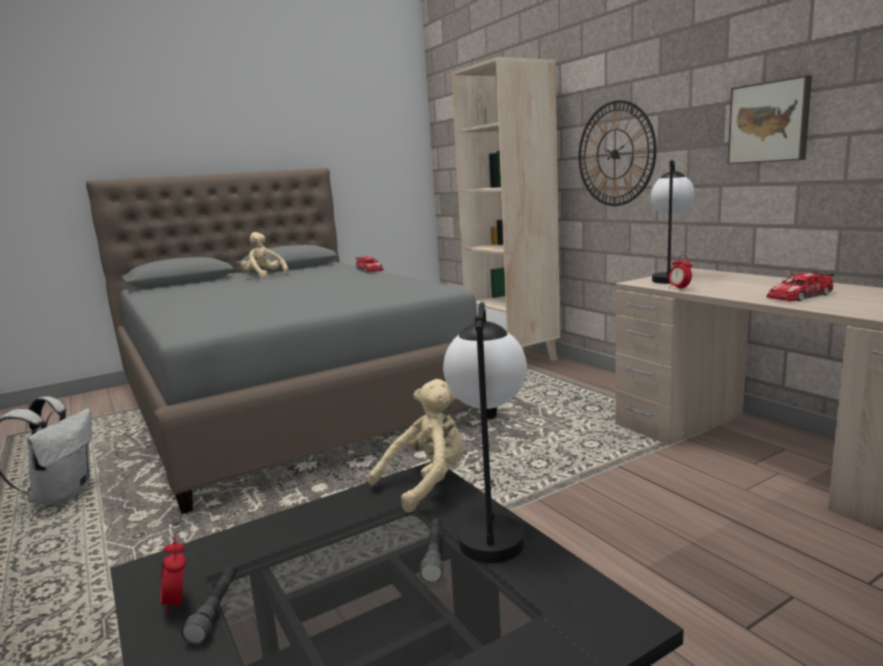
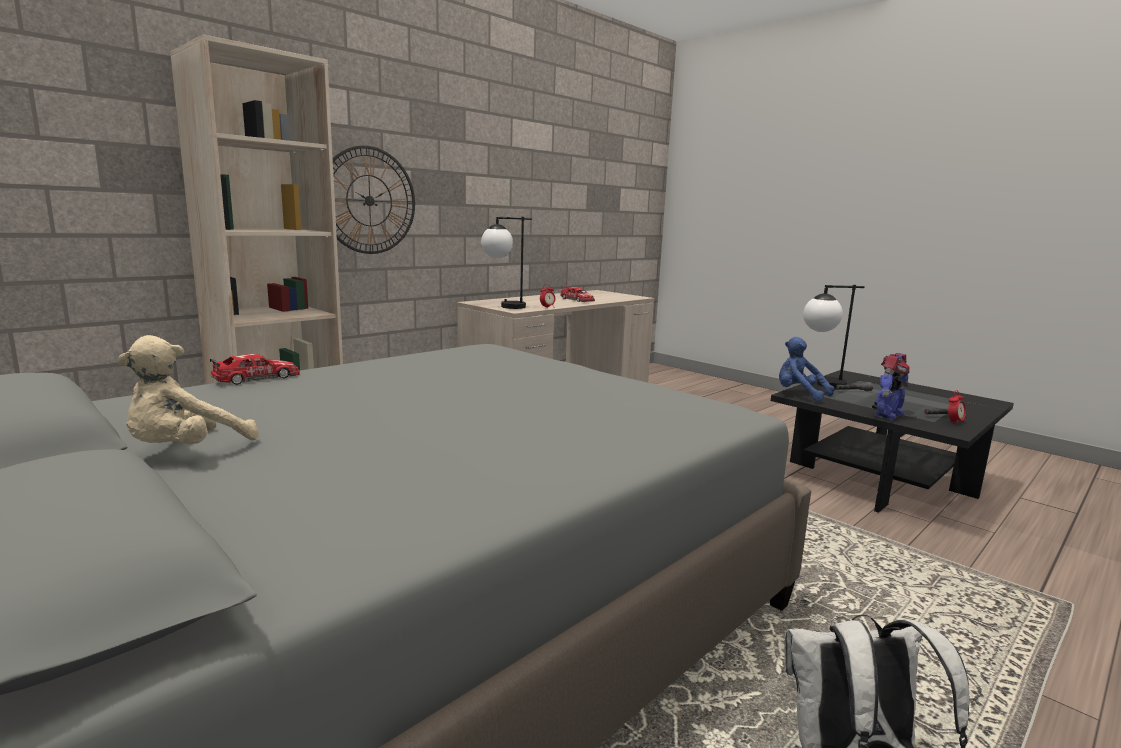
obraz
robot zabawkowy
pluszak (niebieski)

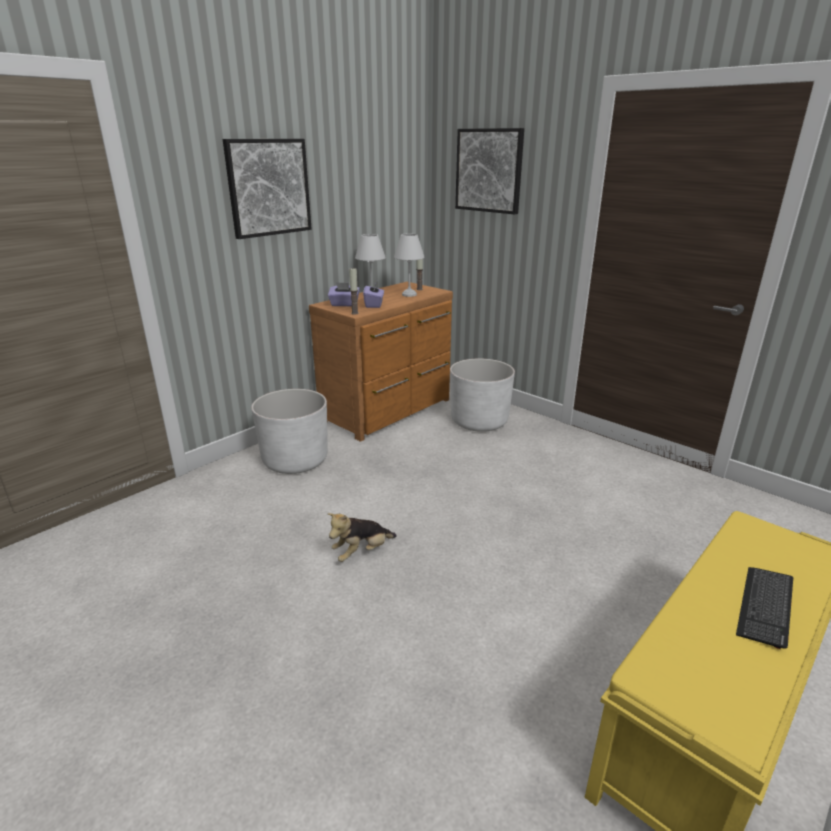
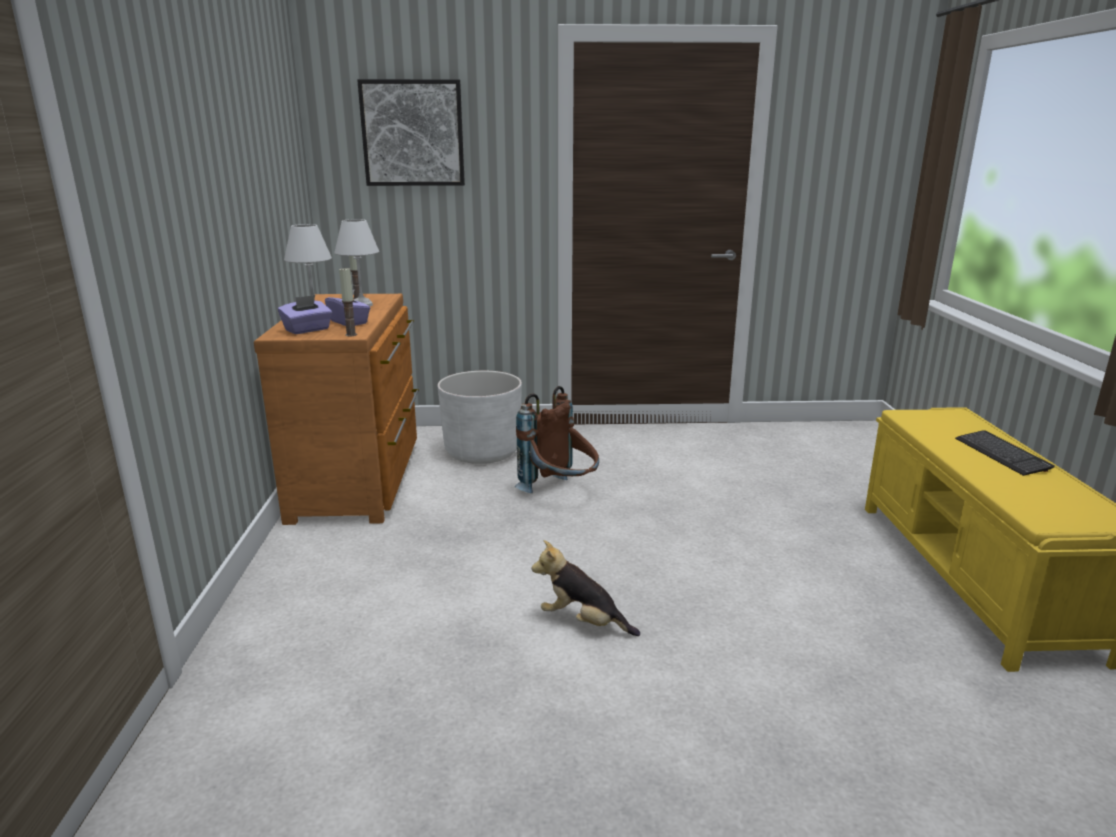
obraz (1st from left in the first image)
donica (biały) (1st from left in the first image)
plecak (brązowy)
pluszak

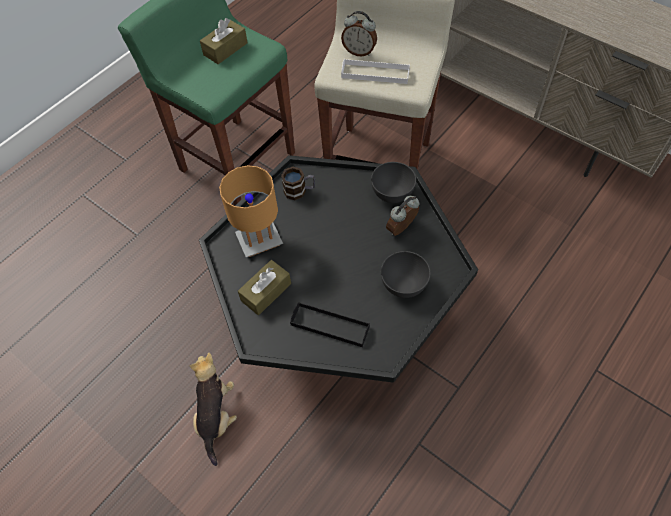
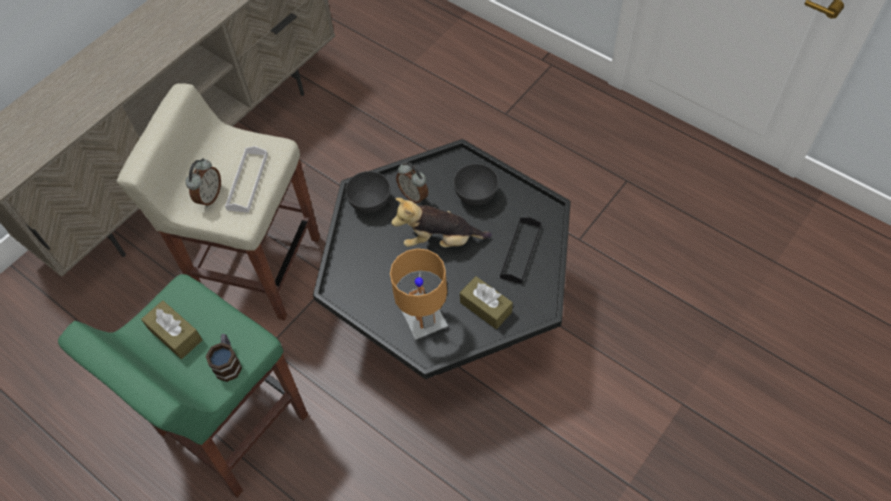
pluszak
kubek

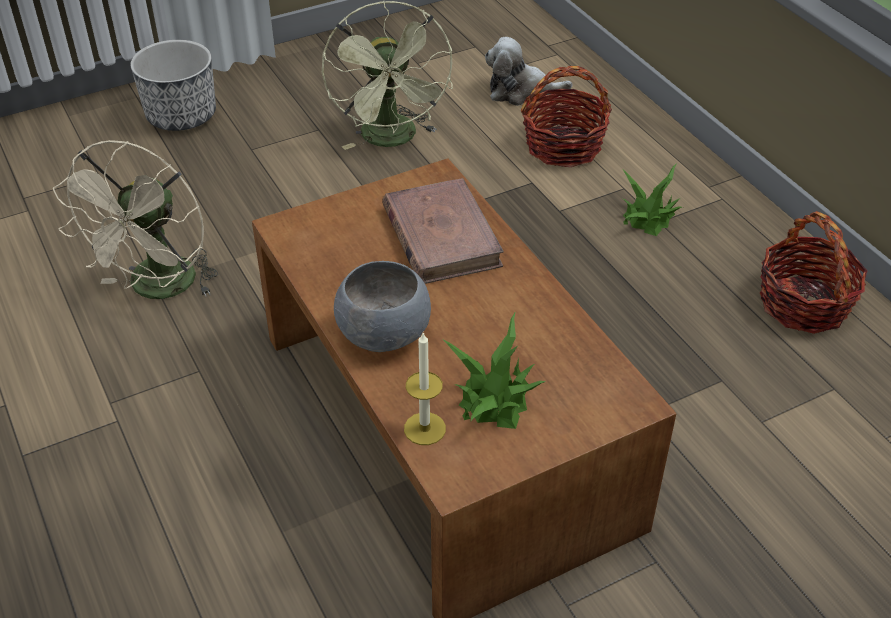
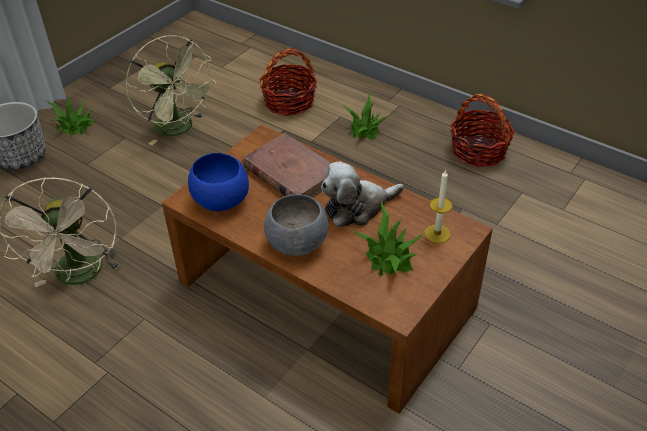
roślina doniczkowa (1st from left)
miska (niebieski)
świeca
pluszak

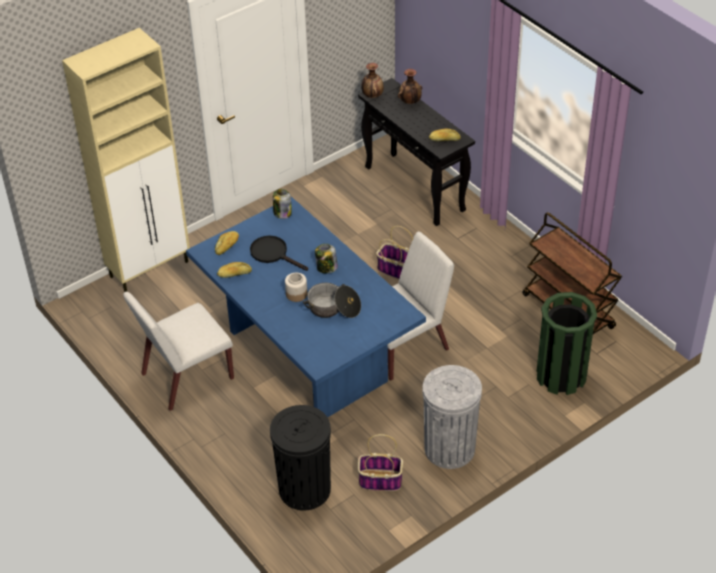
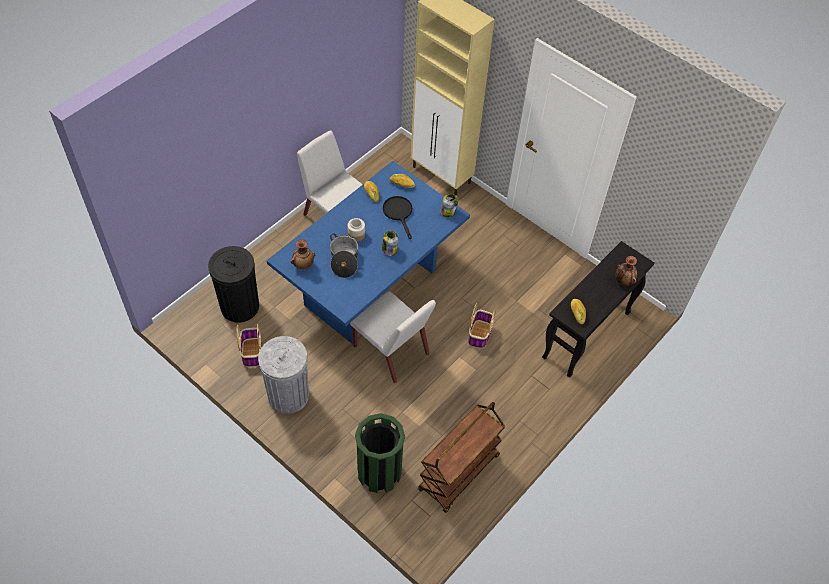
wazon (1st from left)
patelnia (czarny)

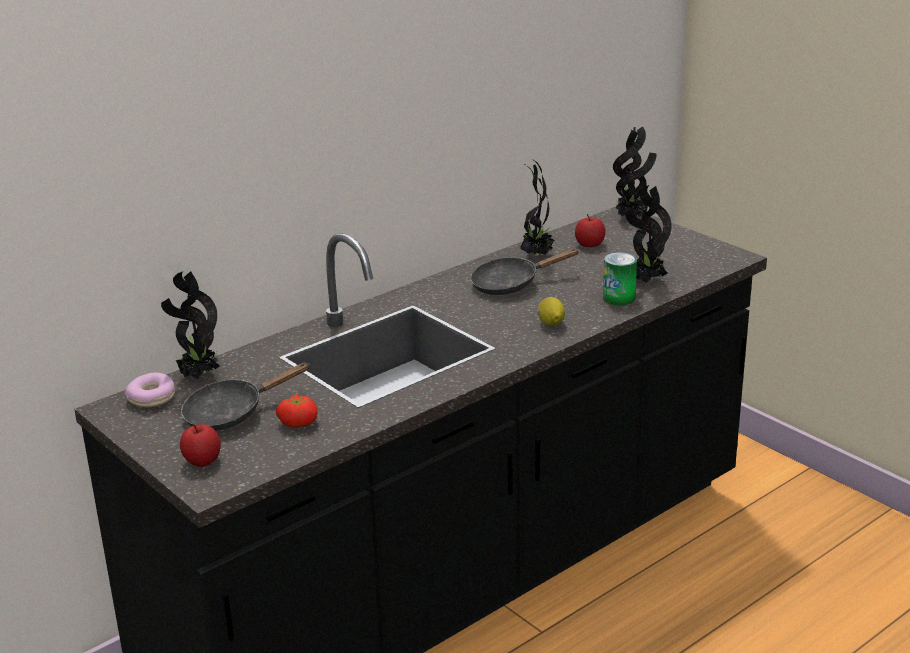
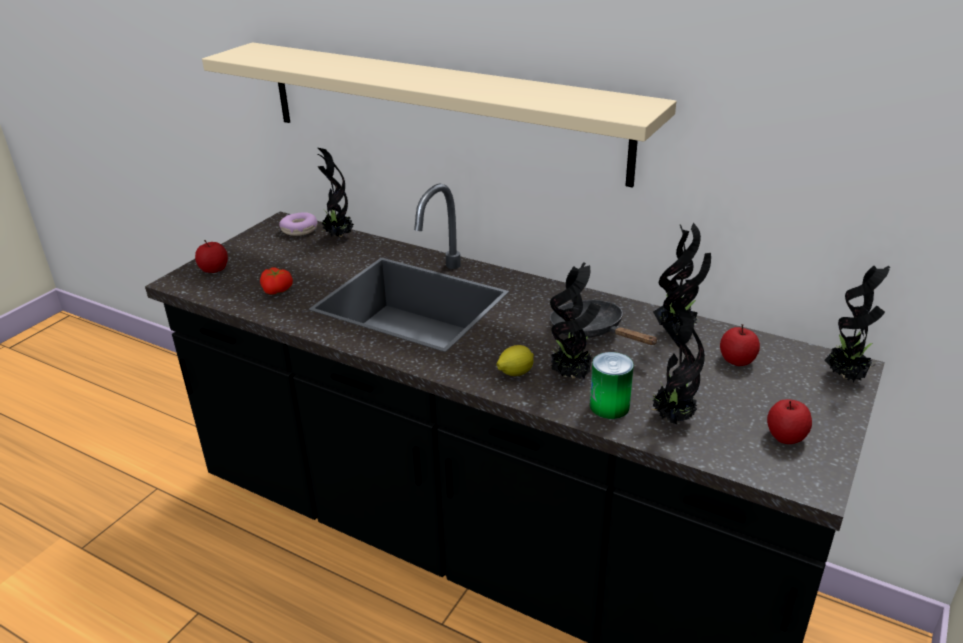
patelnia (czarny) (1st from left in the first image)
półka (beżowy)
roślina doniczkowa (2nd from left)
jabłko (3rd from left)

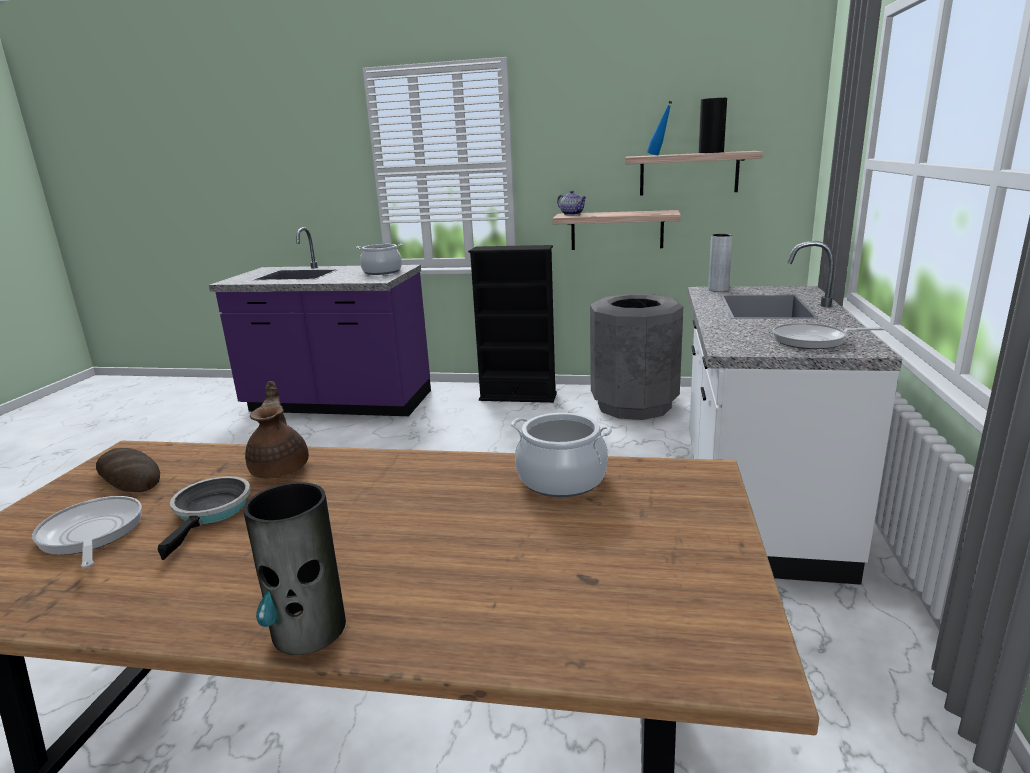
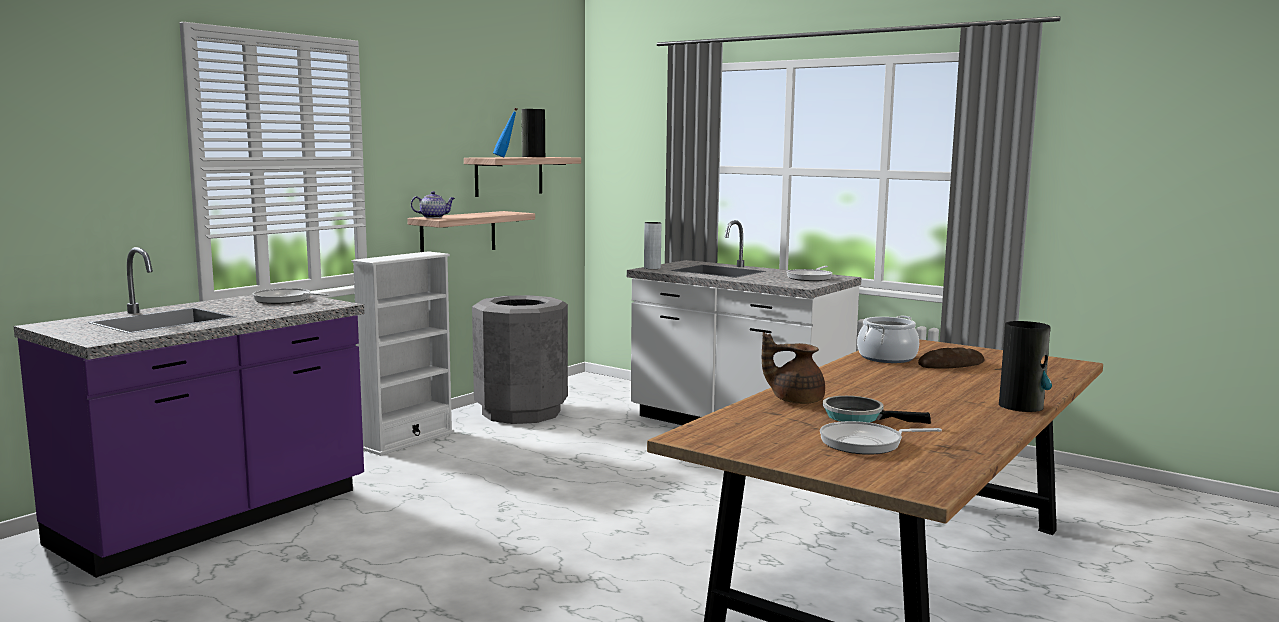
chleb
patelnia (1st from left)
regał (biały)

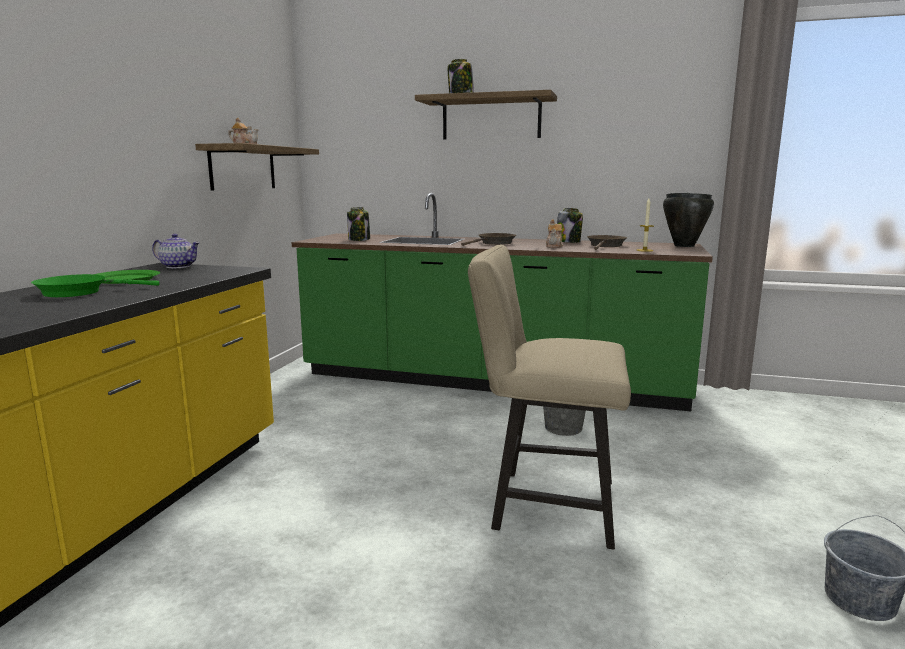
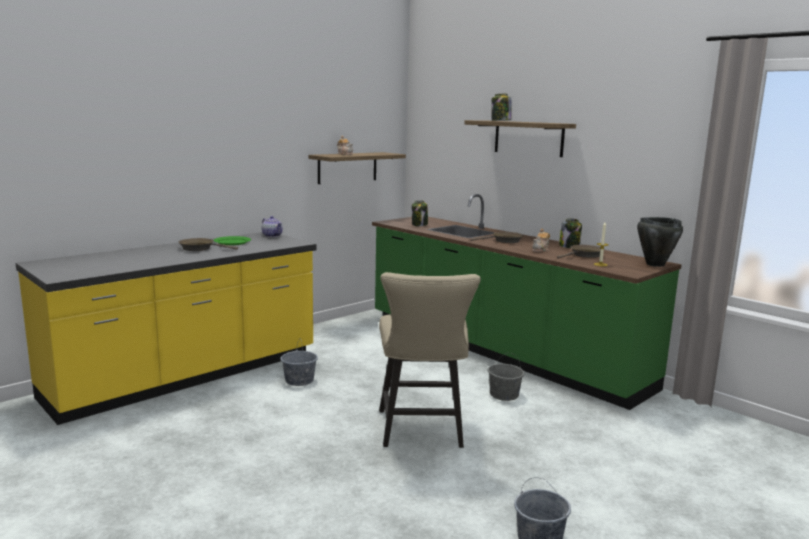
wiadro (szary) (1st from left)
patelnia (brązowy) (1st from left)
krzesło (beżowy)

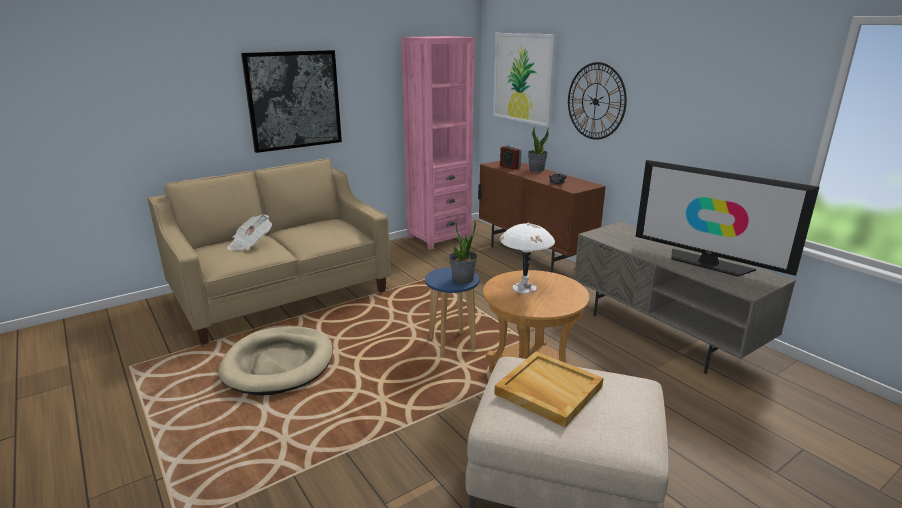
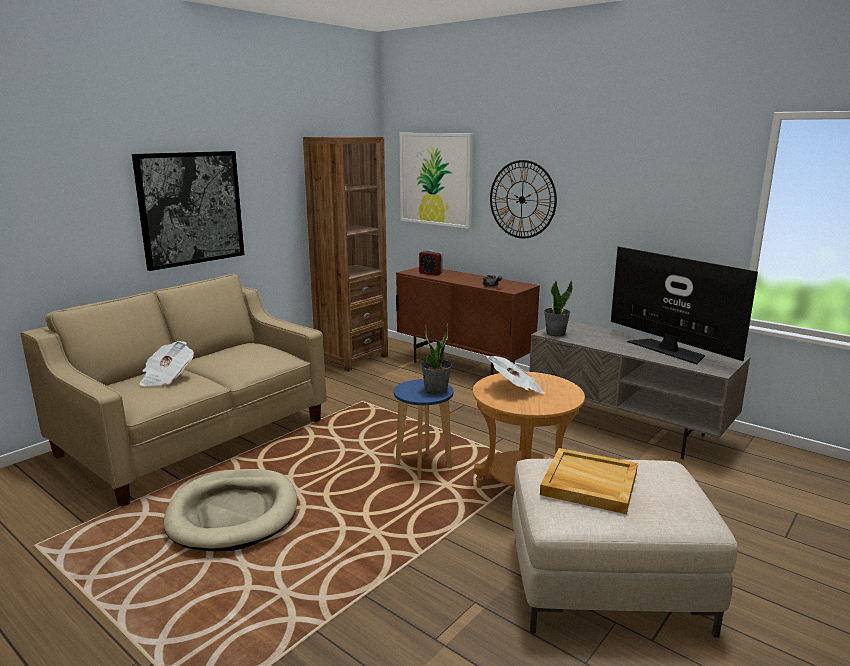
roślina doniczkowa (2nd from left)
gazeta (2nd from left)
regał (brązowy)
telewizor

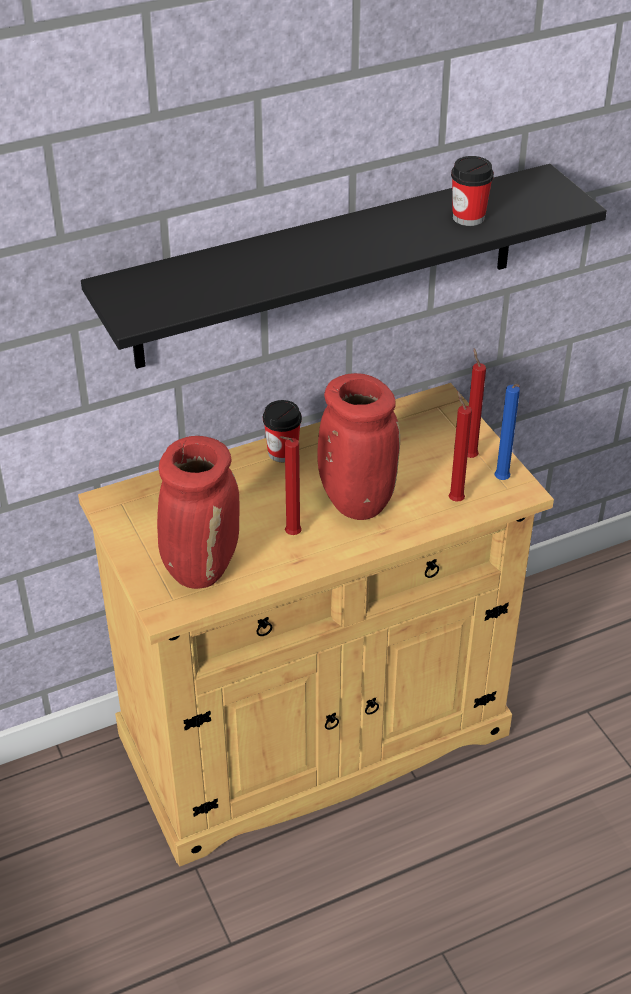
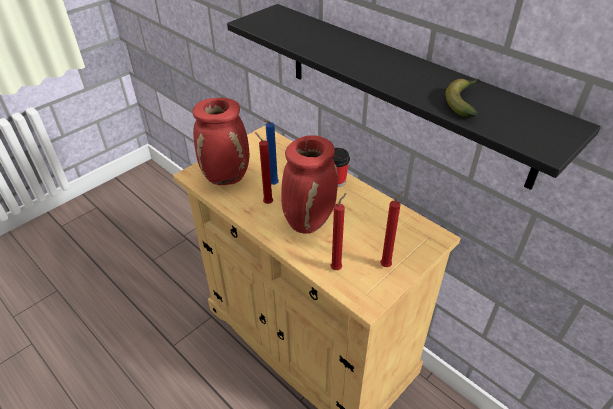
świeca (niebieski)
banan

